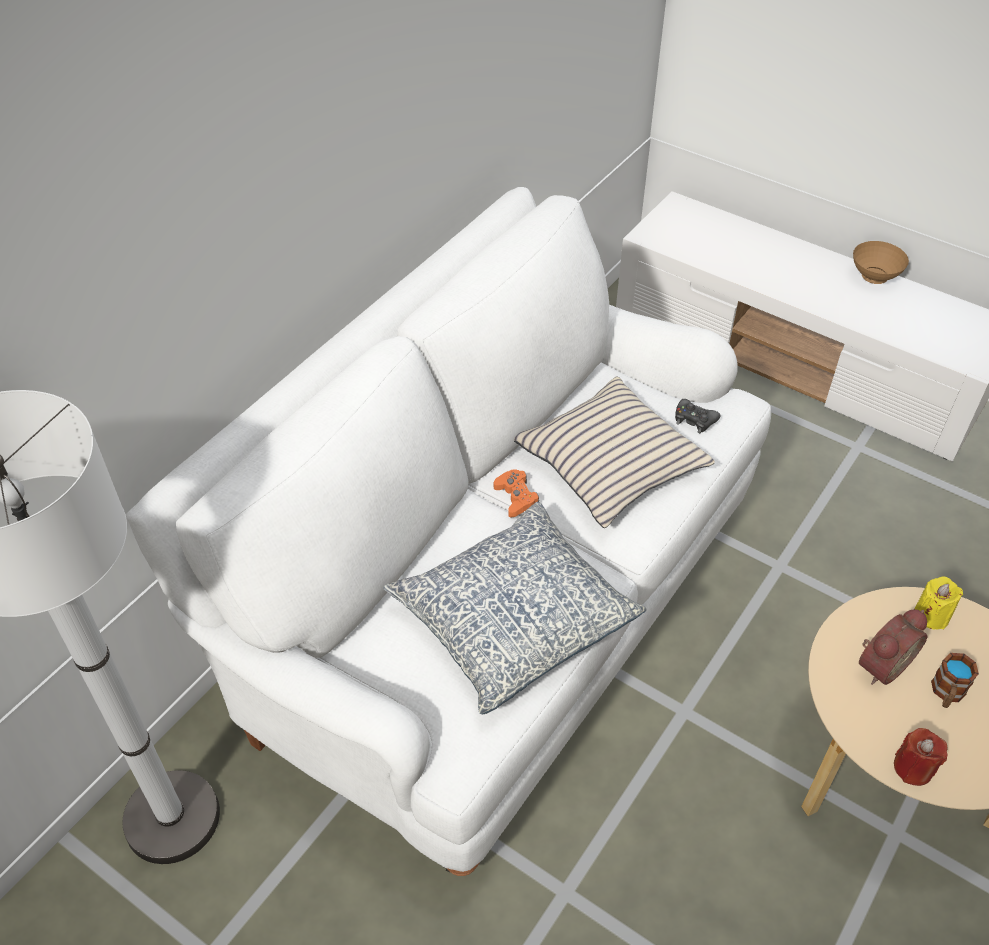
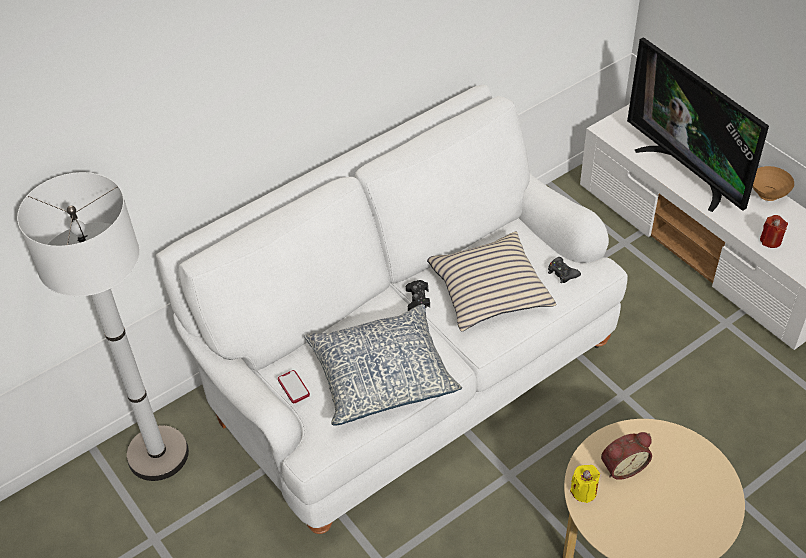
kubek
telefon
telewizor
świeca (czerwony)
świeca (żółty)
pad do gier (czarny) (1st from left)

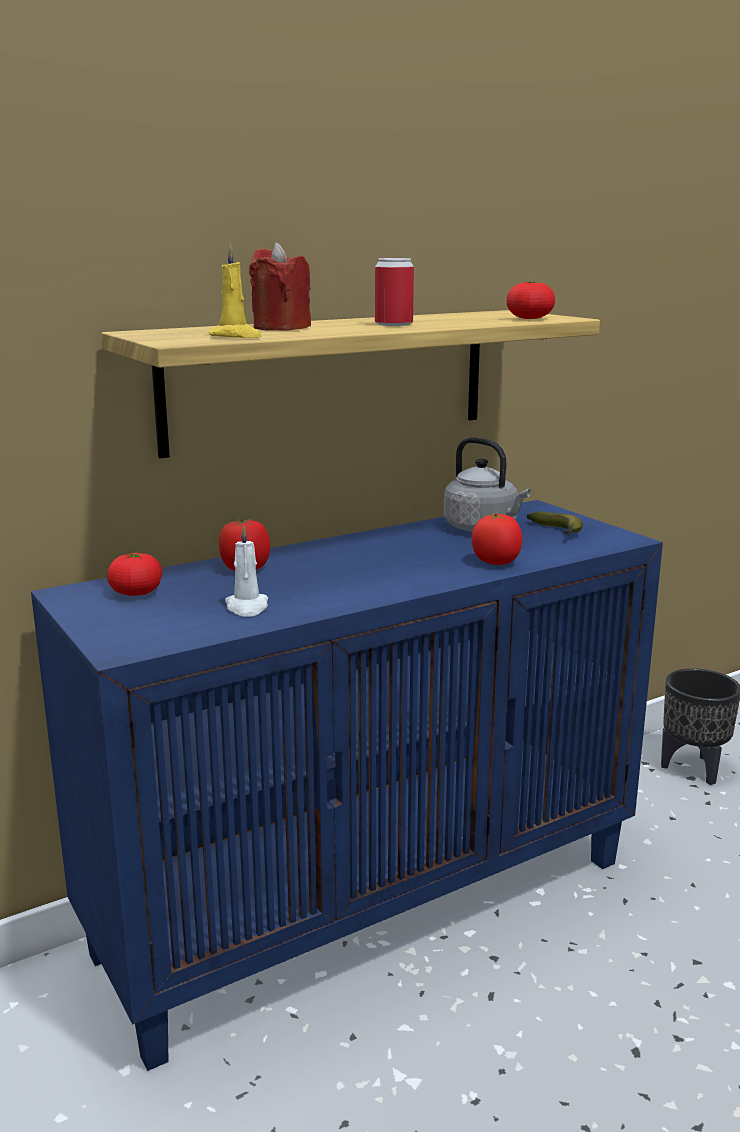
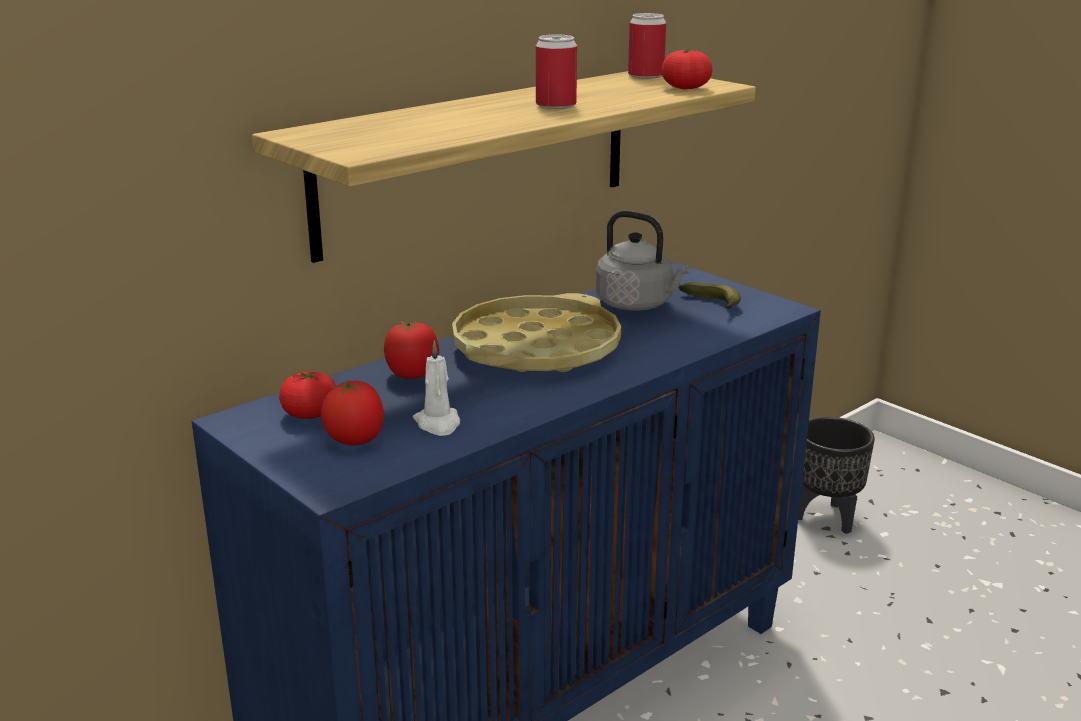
świeca (żółty)
świeca (czerwony)
taca (żółty)
puszka (2nd from left)
pomidor (2nd from left)

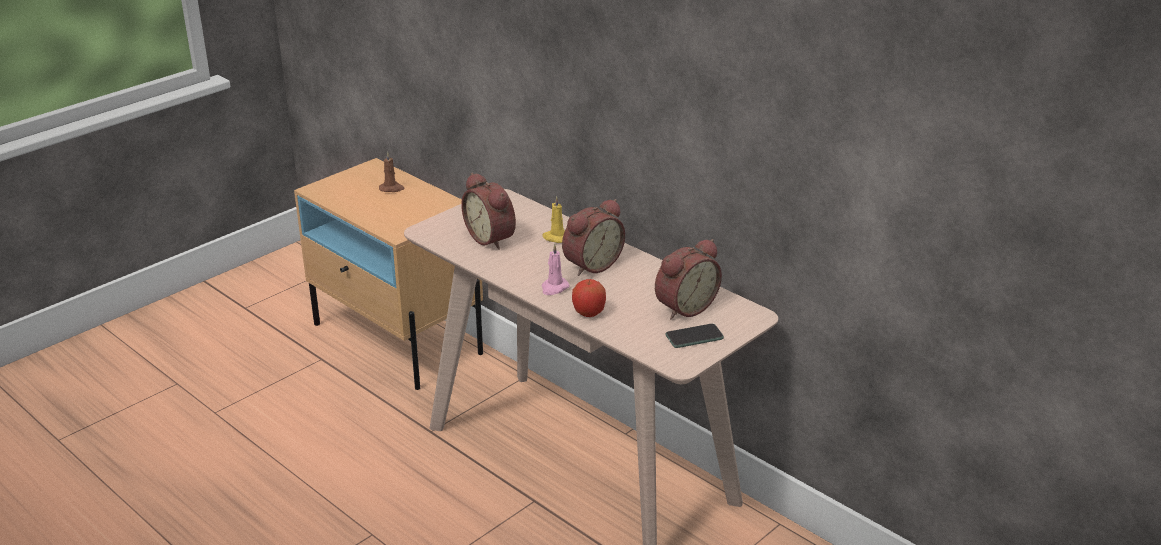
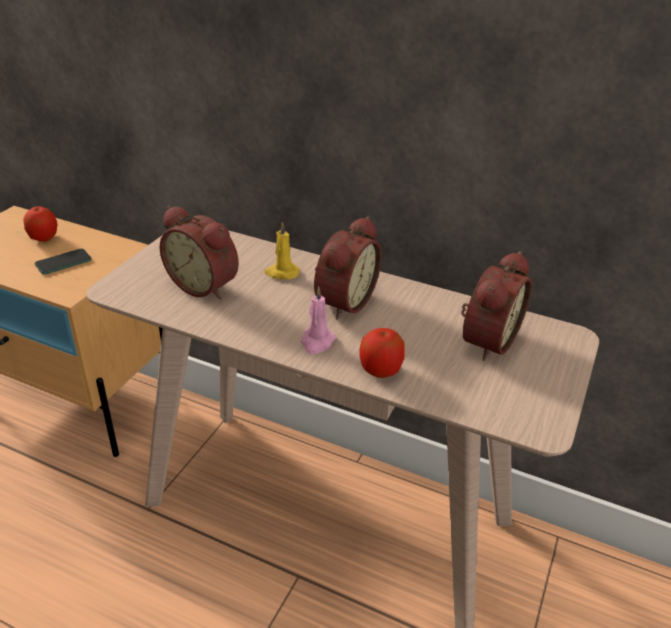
telefon
jabłko (1st from left)

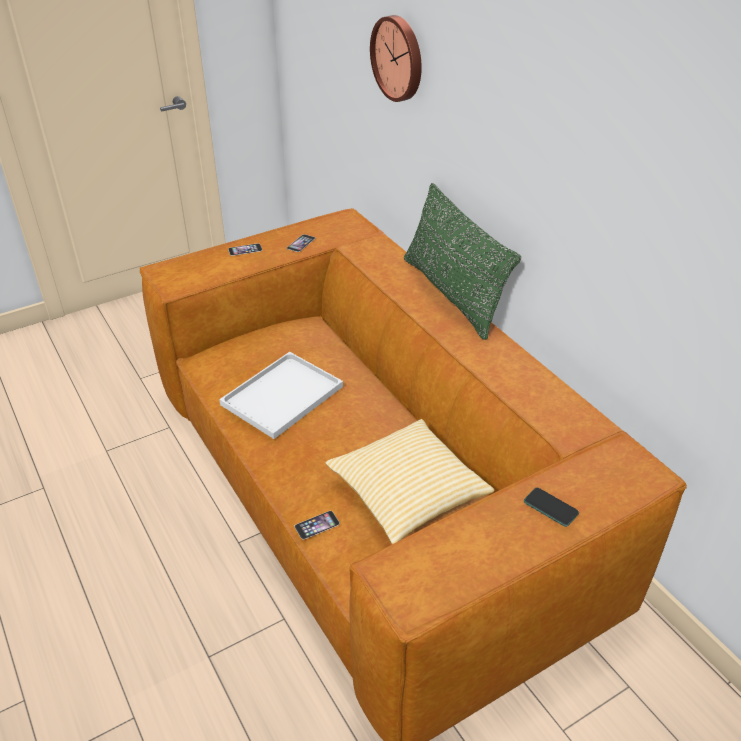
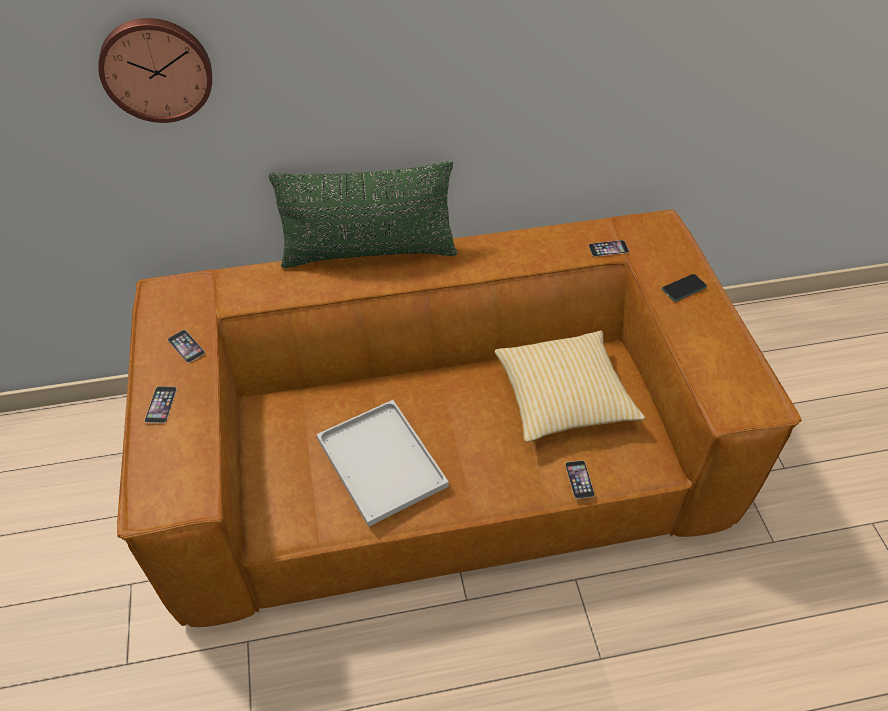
telefon (4th from left)

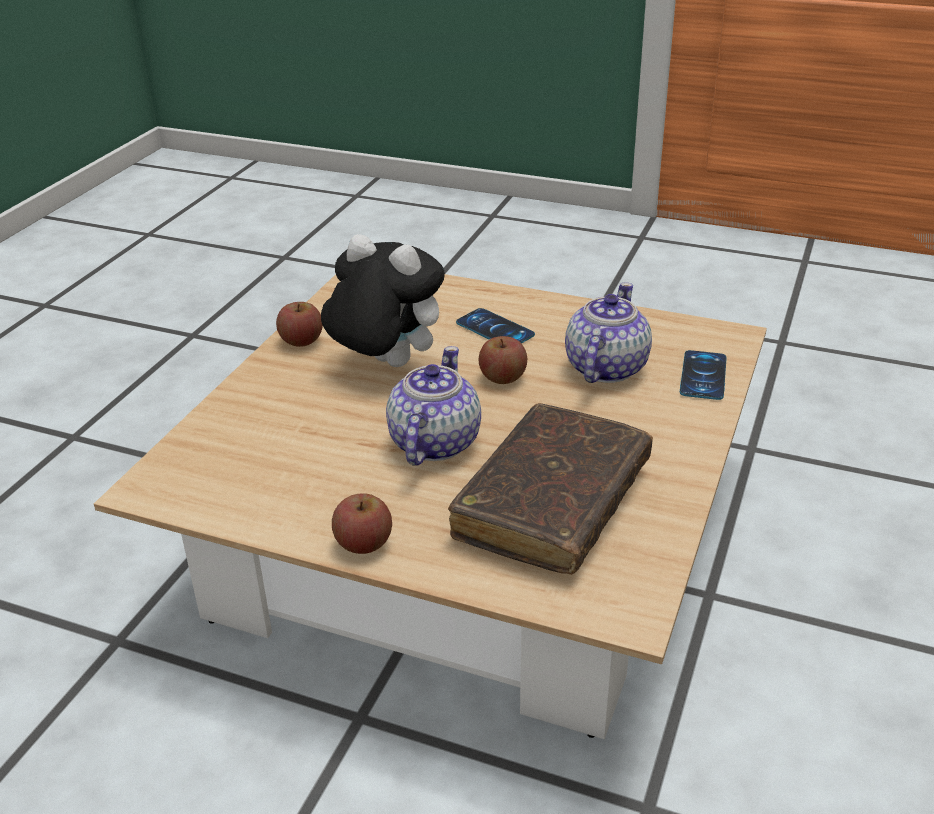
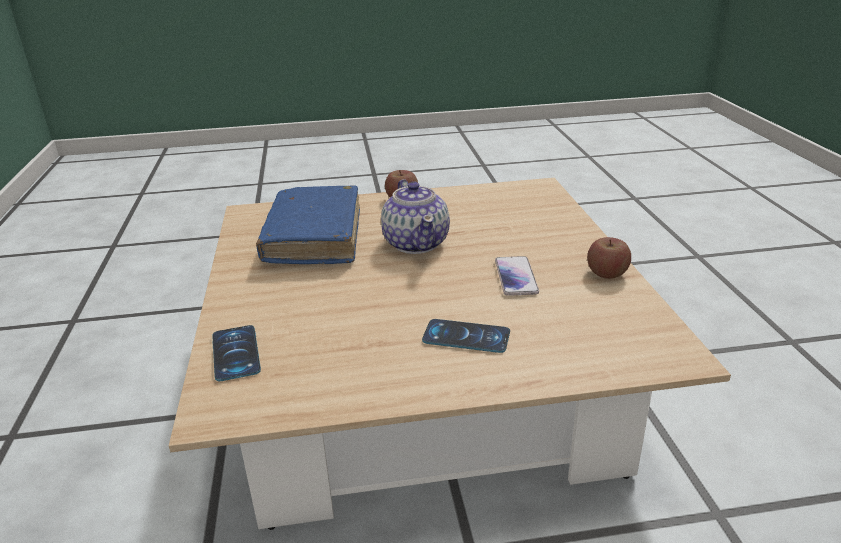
jabłko (3rd from left in the first image)
imbryk (2nd from left in the first image)
telefon (3rd from left)
książka (niebieski)

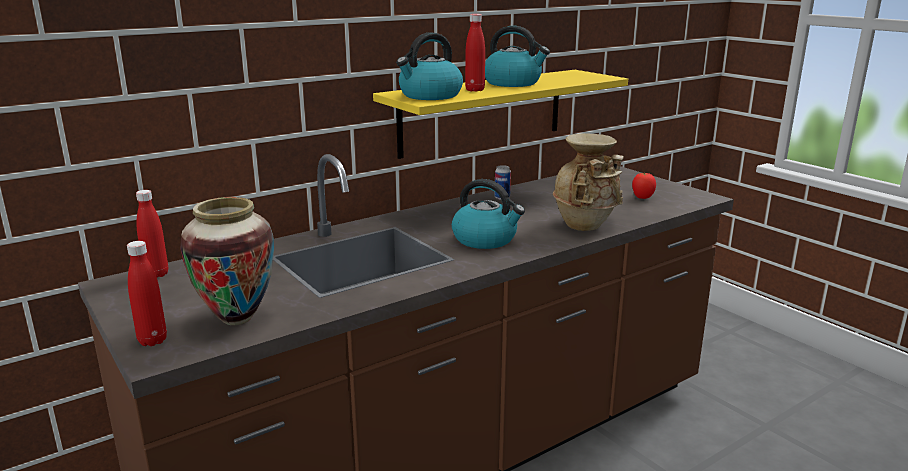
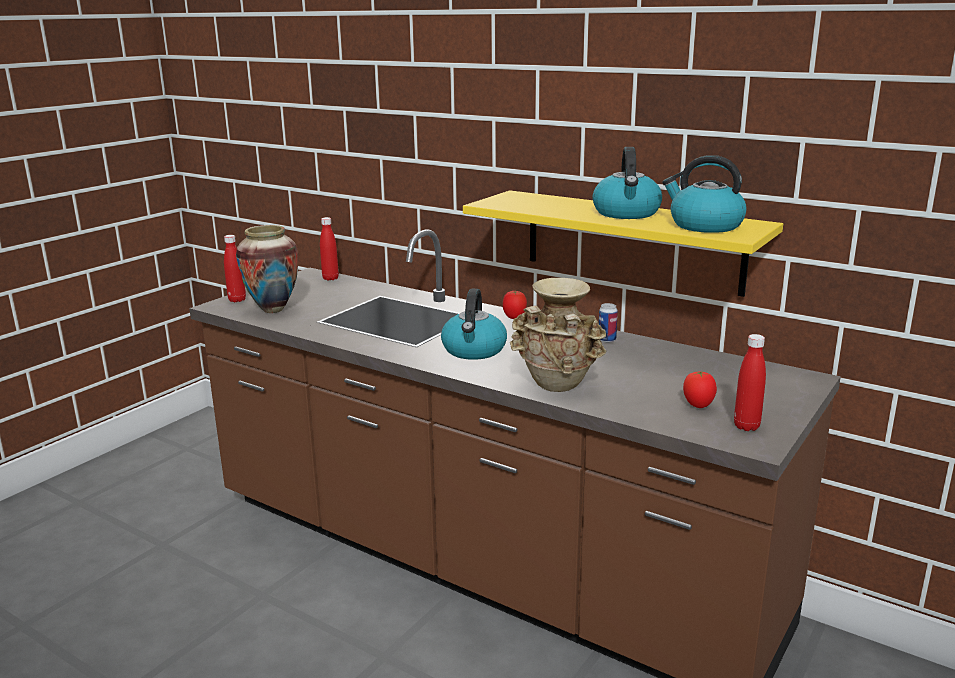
pomidor (1st from left)
czajnik (3rd from left)
butelka (czerwony) (3rd from left)

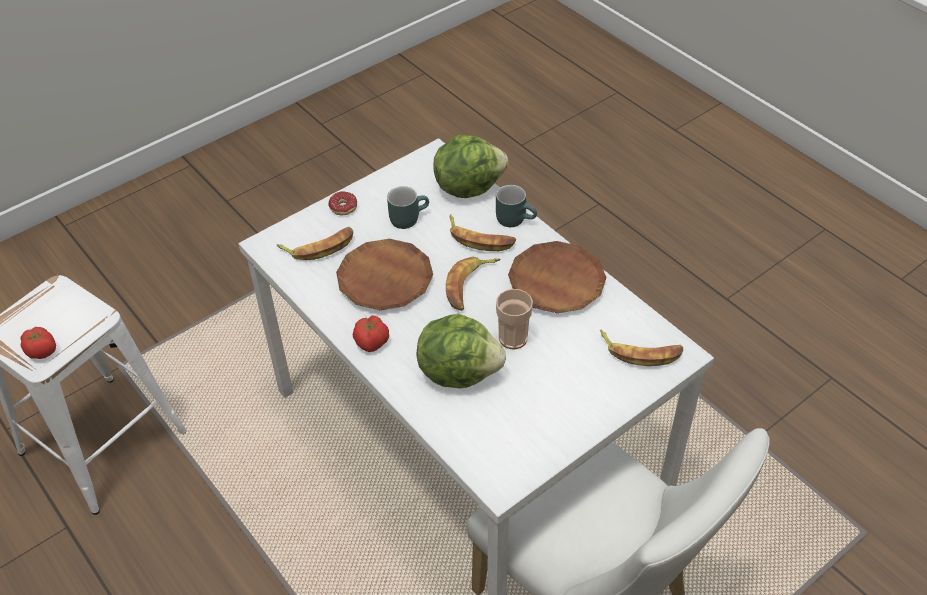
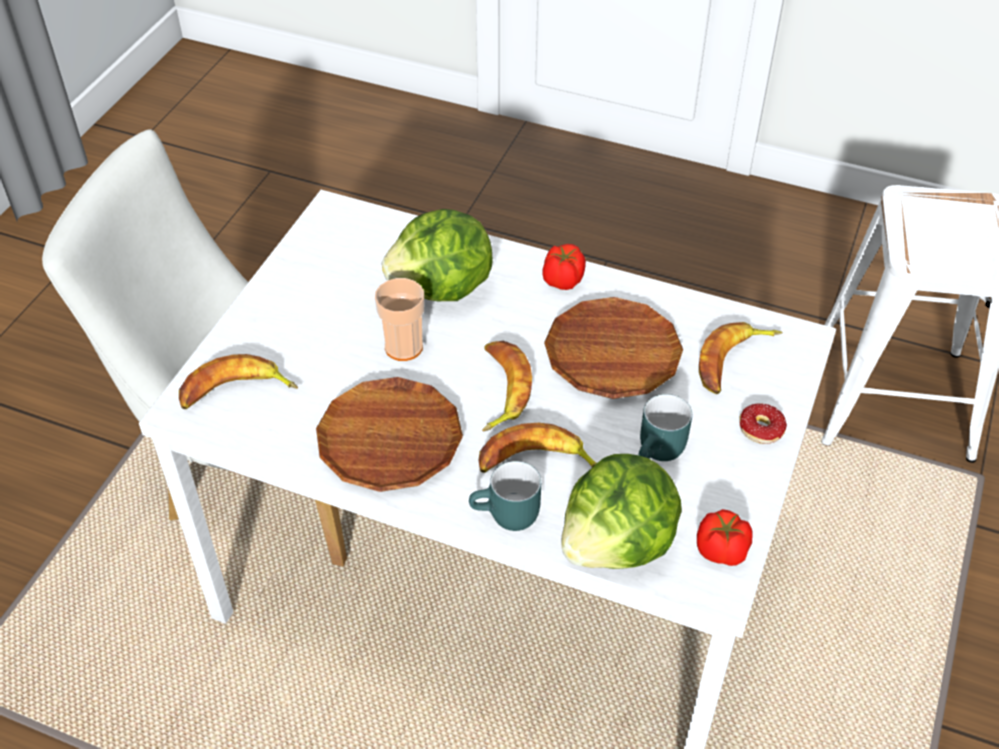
pomidor (2nd from left)

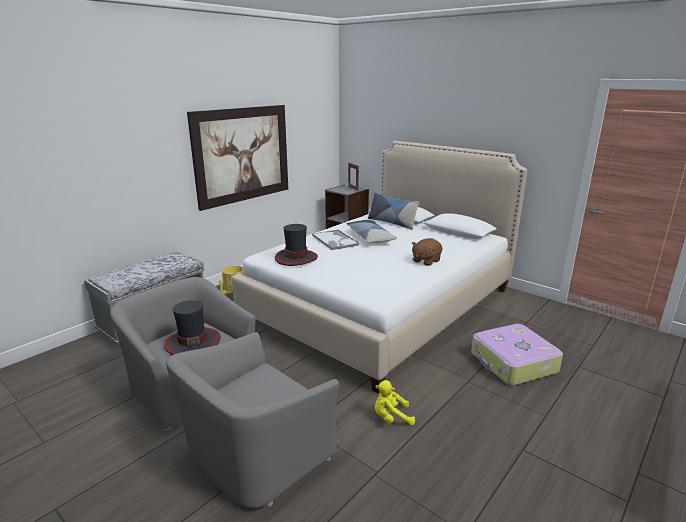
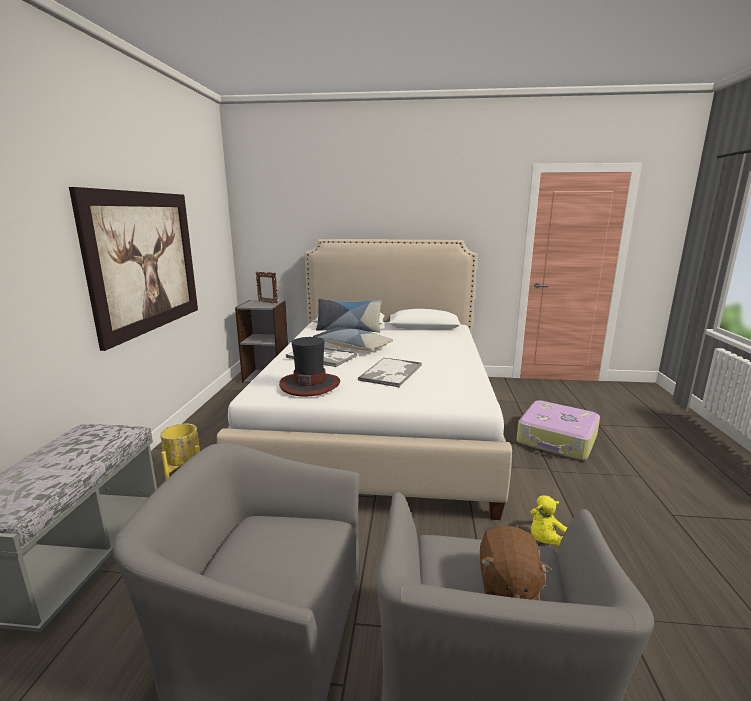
kapelusz (1st from left in the first image)
taca (2nd from left)
pluszak (brązowy)

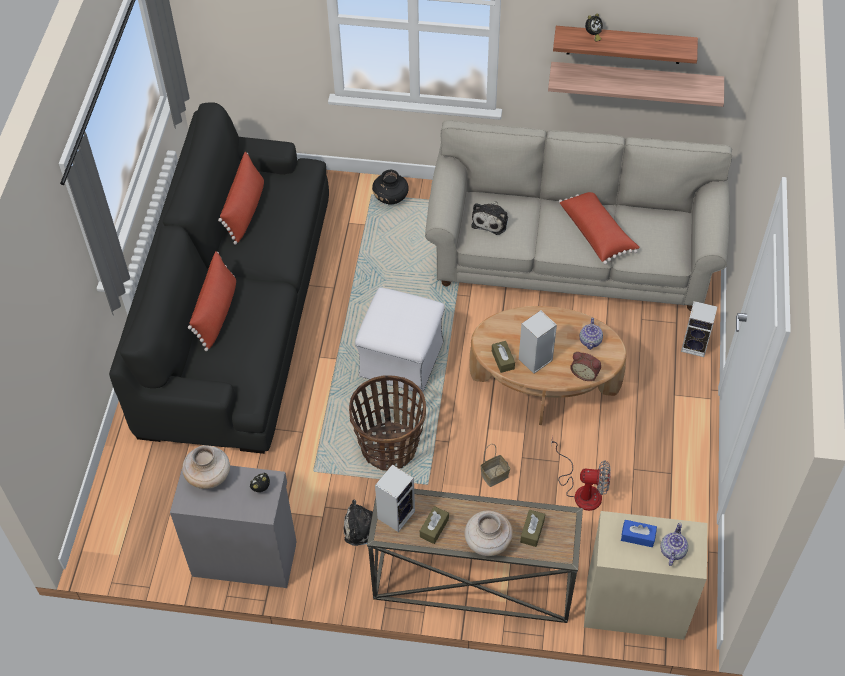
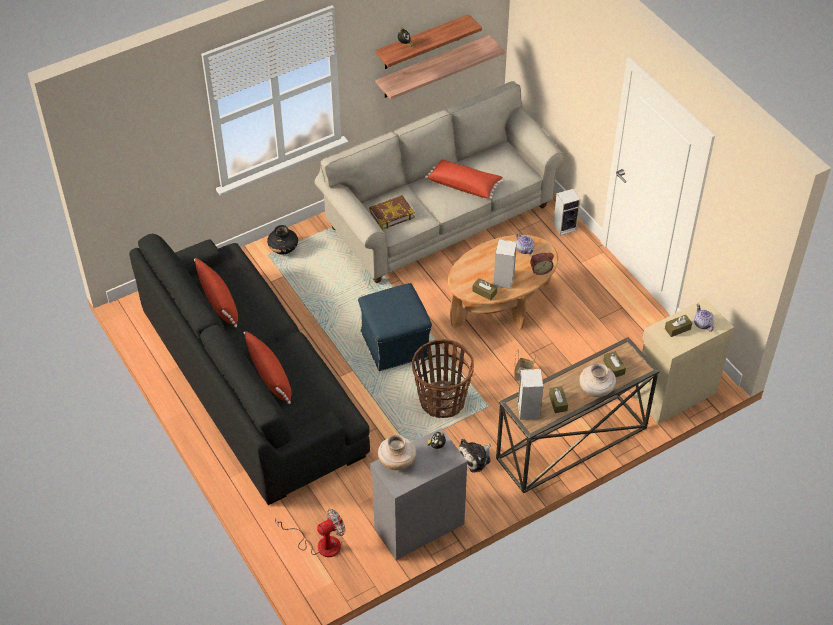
wentylator
książka
pufa (niebieski)
pudełko chusteczek (brązowy) (4th from left)

